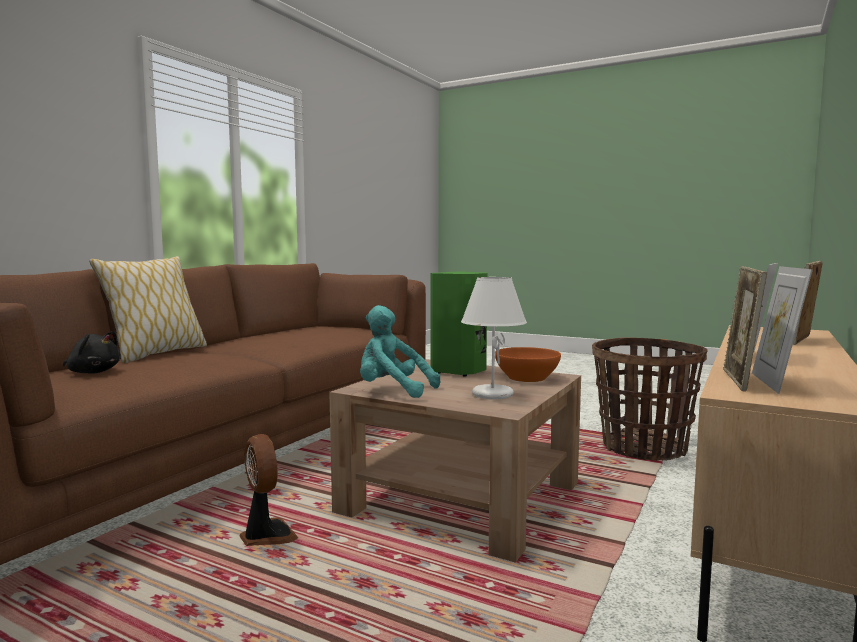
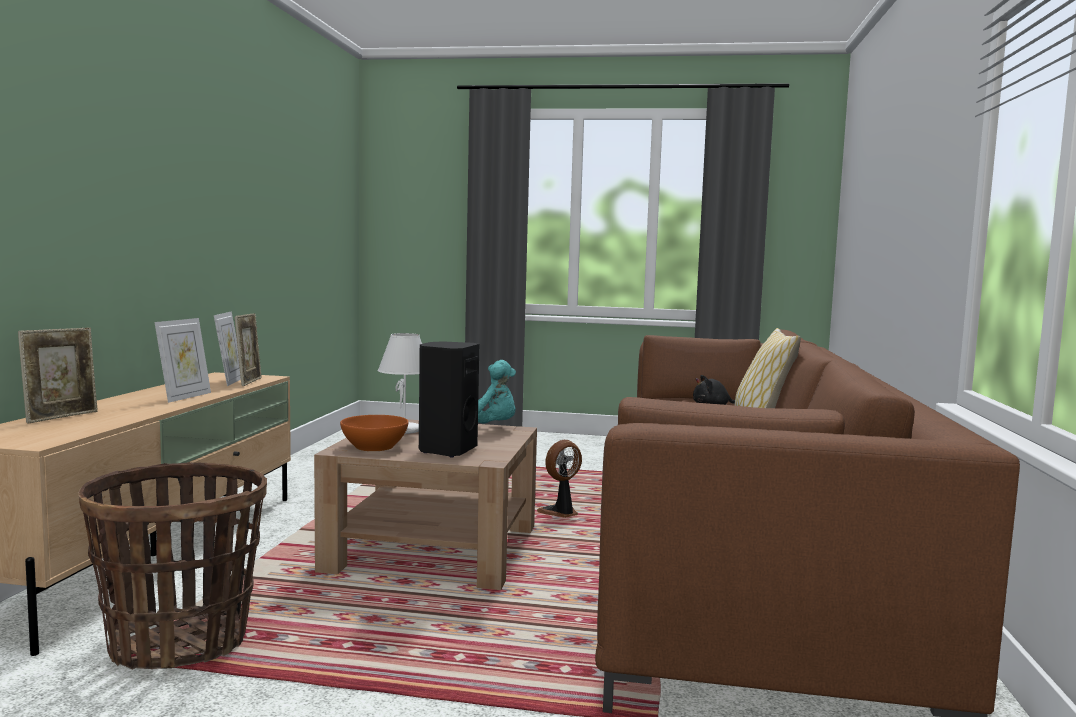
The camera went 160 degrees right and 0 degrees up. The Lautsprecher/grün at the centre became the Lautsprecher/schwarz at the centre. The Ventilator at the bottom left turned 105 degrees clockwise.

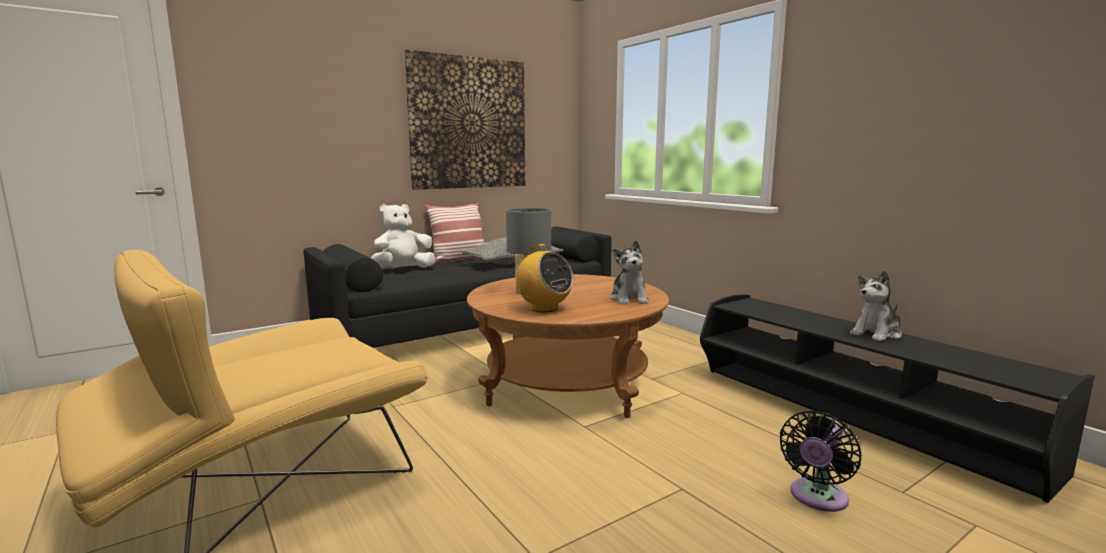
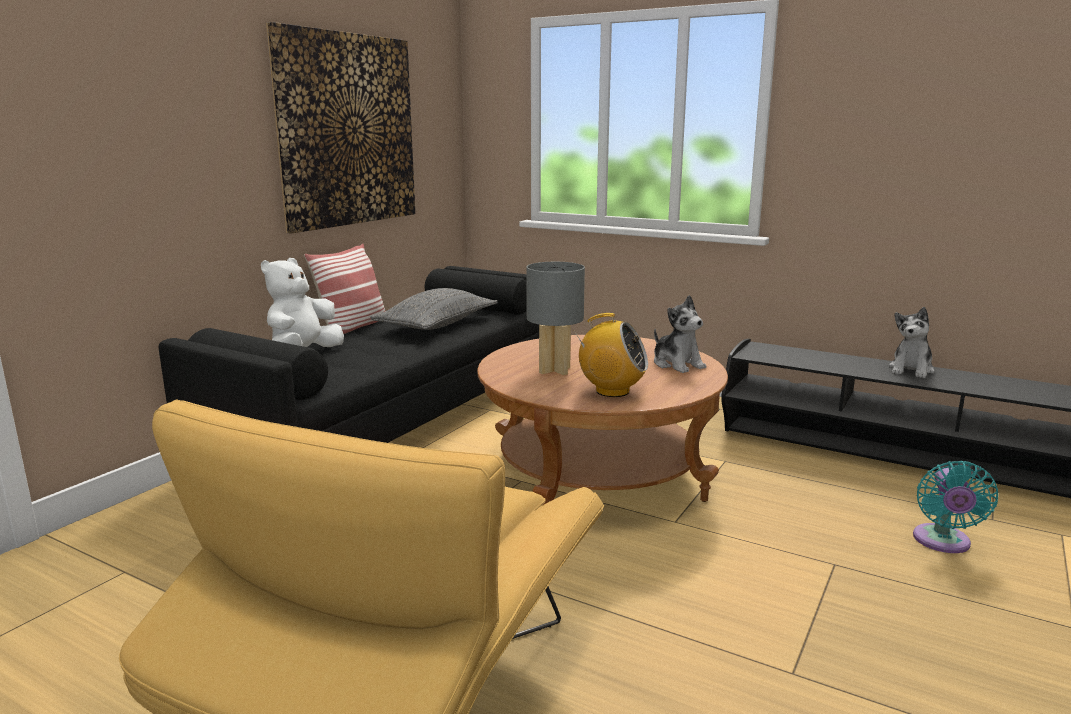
The camera went 25 degrees left and 5 degrees up. The Ventilator/schwarz at the bottom right became the Ventilator/türkis at the bottom right.

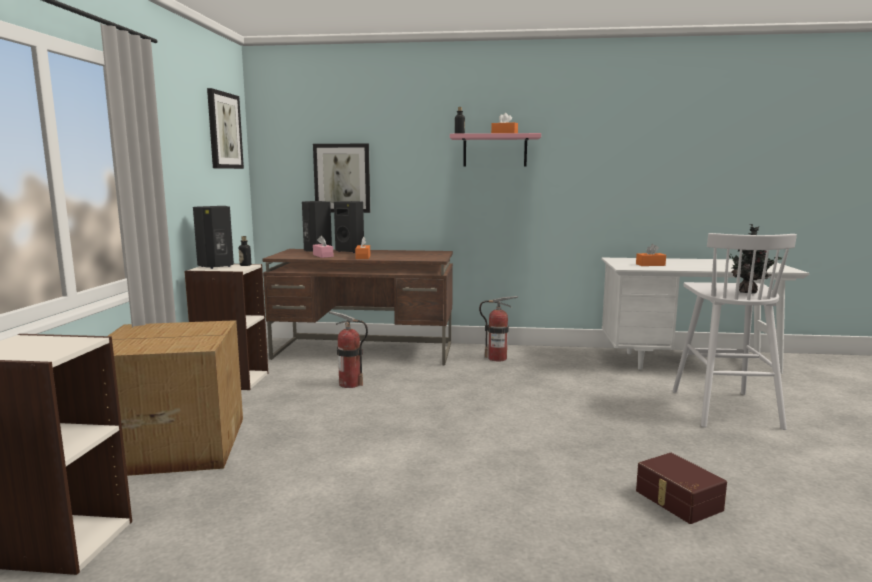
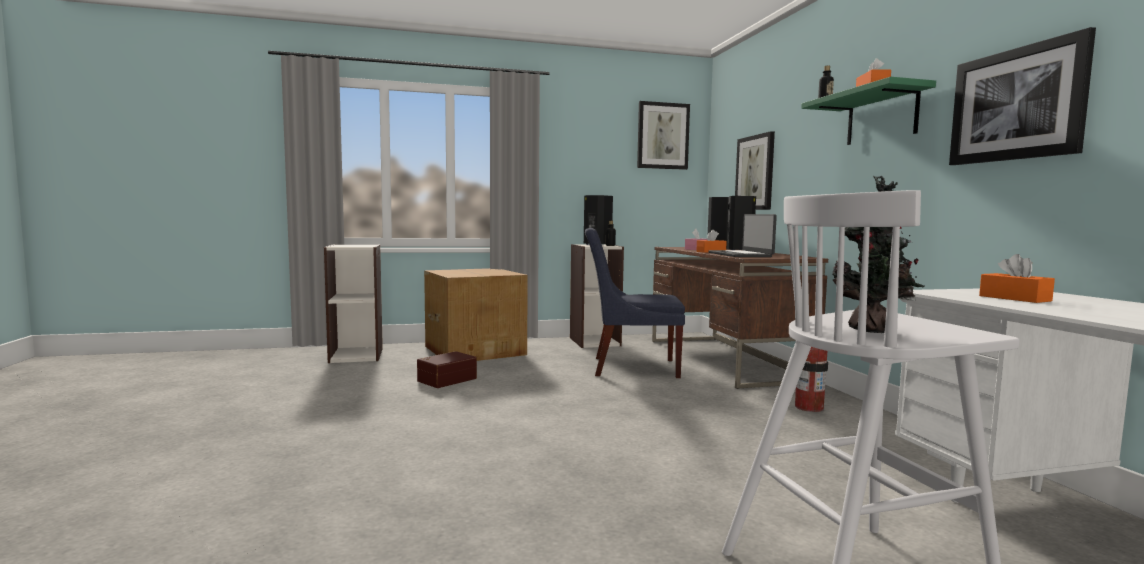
The camera went 70 degrees right and 5 degrees down. The Wandregal/rosa at the top centre became the Wandregal/grün at the top right. The Feuerlöscher (no. 1 from left) at the centre was replaced by the Stuhl/blau at the centre. The Aufbewahrungsbox/braun moved from the bottom right to the centre. The Bild (no. 3 from left) at the top right appeared. The Laptop at the centre appeared.

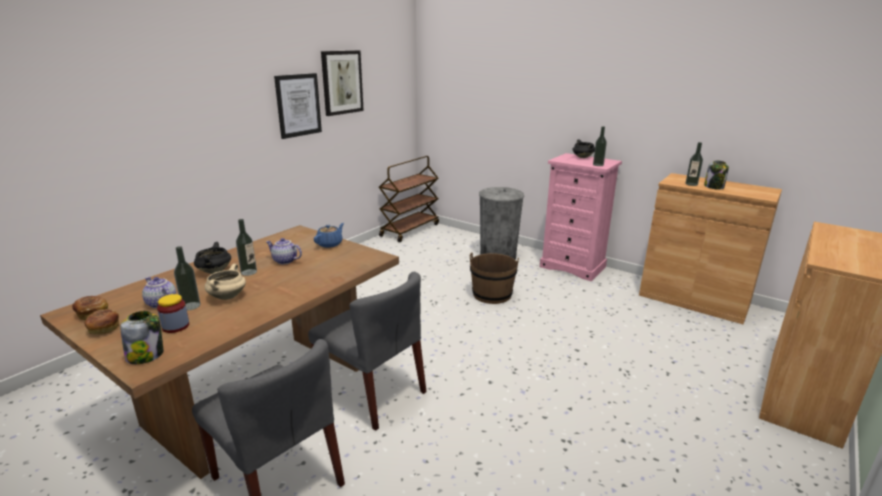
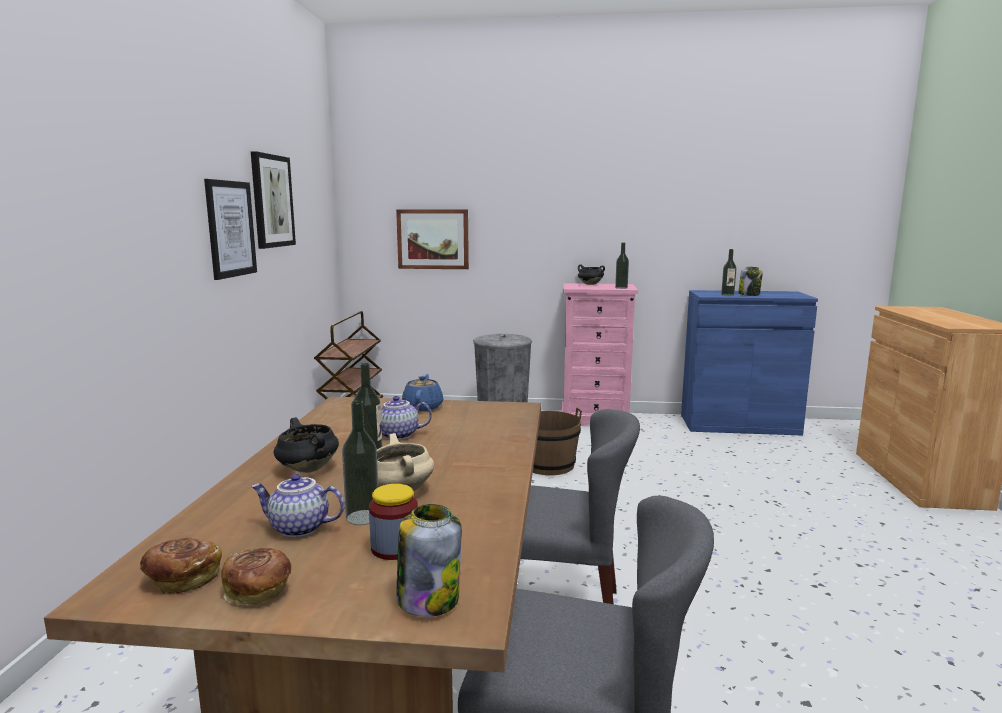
The camera went 30 degrees left and 10 degrees down. The Schrank/braun (no. 1 from left) at the middle right became the Schrank/blau at the middle right. The Bild (no. 3 from left) at the centre appeared.

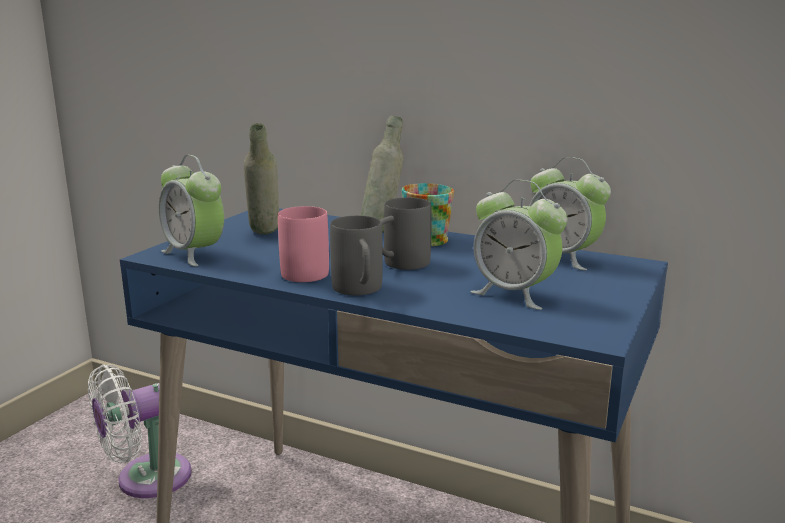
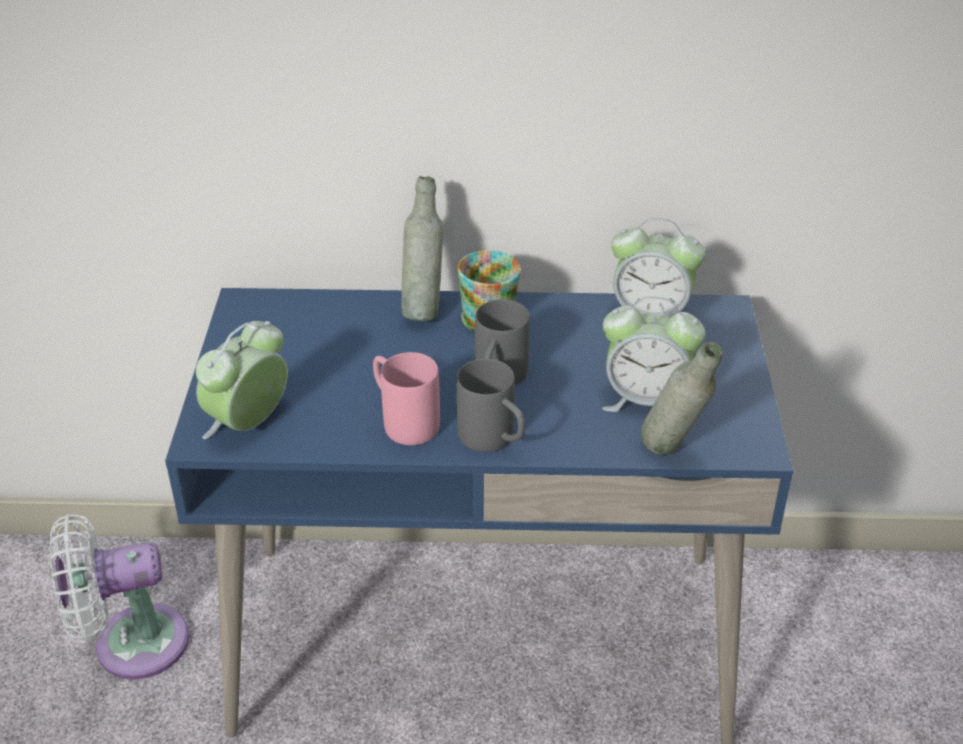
The camera went 25 degrees left and 20 degrees up. The Flasche/grau (no. 1 from left in the first image) moved from the middle left to the middle right. The Wecker (no. 1 from left) at the middle left turned 105 degrees clockwise. The Ventilator/weiß at the bottom left turned 45 degrees clockwise.

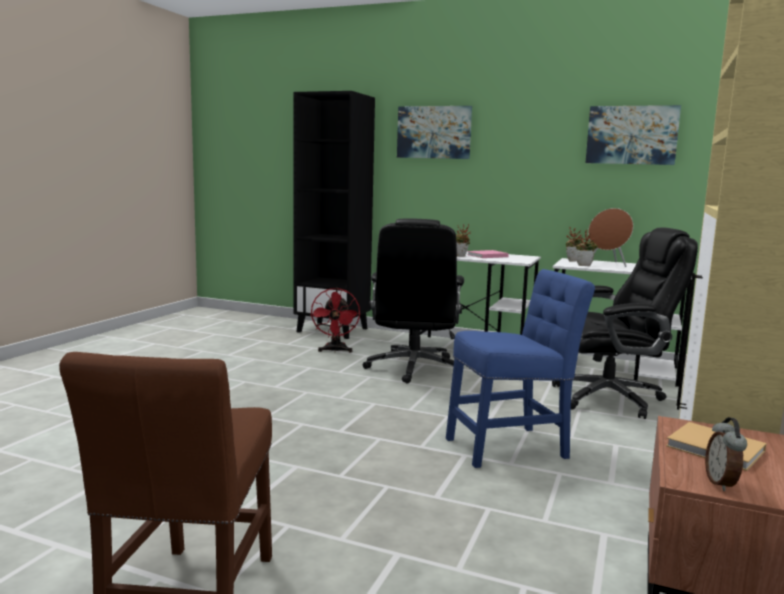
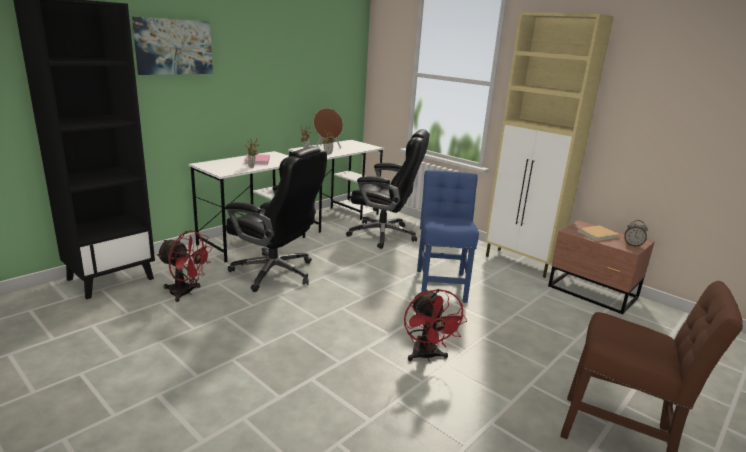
The camera went 70 degrees left and 10 degrees up. The Bild (no. 2 from left) at the top right disappeared. The Bürostuhl/schwarz (no. 2 from left) at the middle right turned 90 degrees clockwise. The Ventilator/rot (no. 2 from left) at the bottom centre appeared.

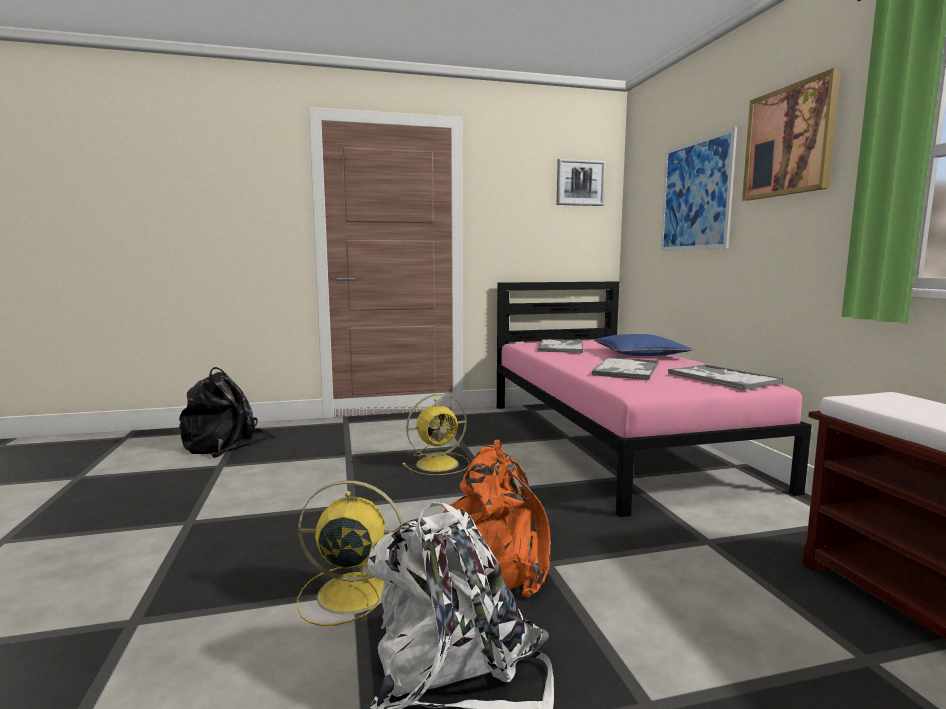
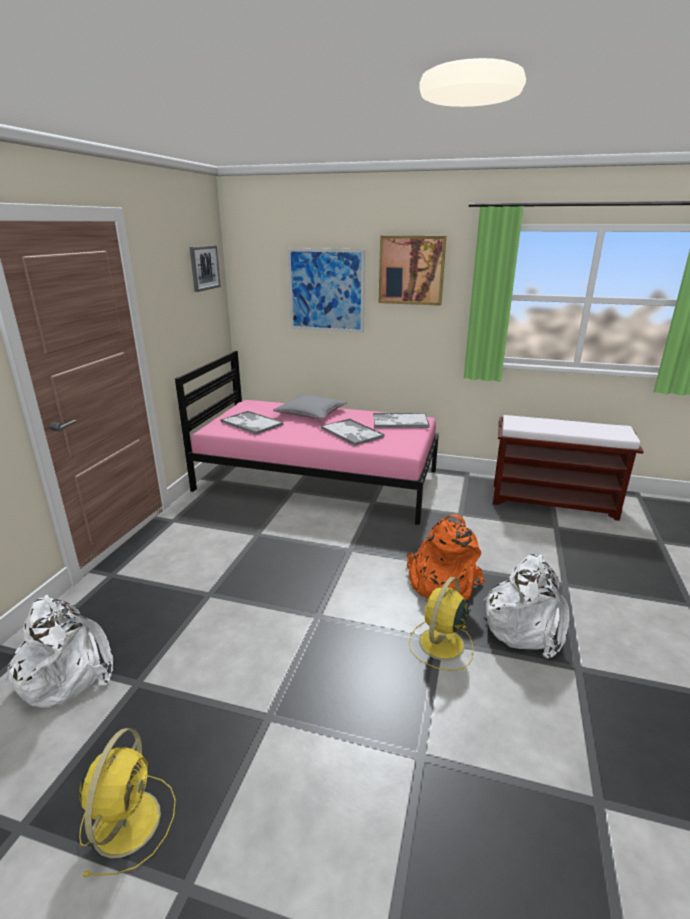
The camera went 60 degrees left and 15 degrees up. The Kissen/blau at the middle right became the Kissen/grau at the centre. The Rucksack/schwarz at the middle left became the Rucksack/weiß (no. 1 from left) at the bottom left. The Ventilator/gelb (no. 2 from left in the first image) moved from the centre to the bottom left.

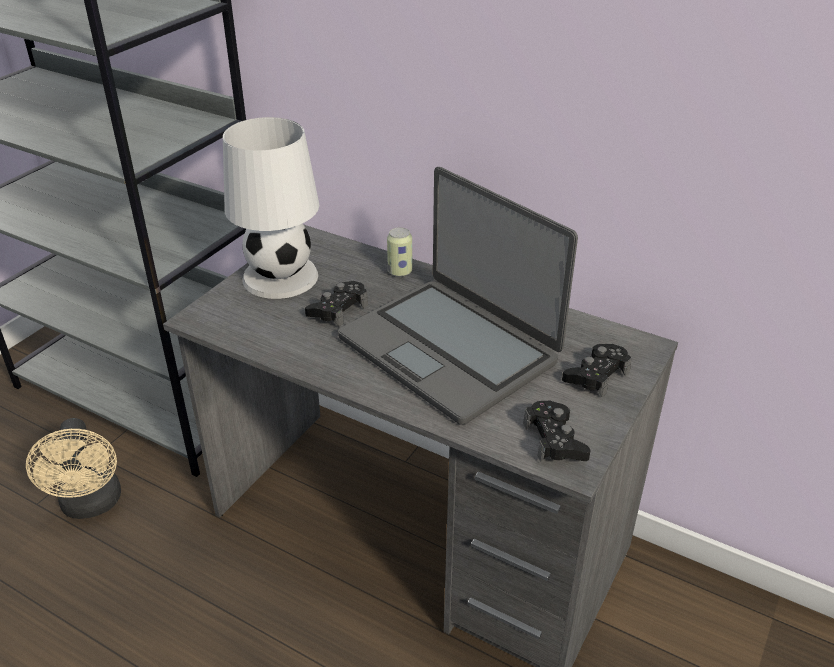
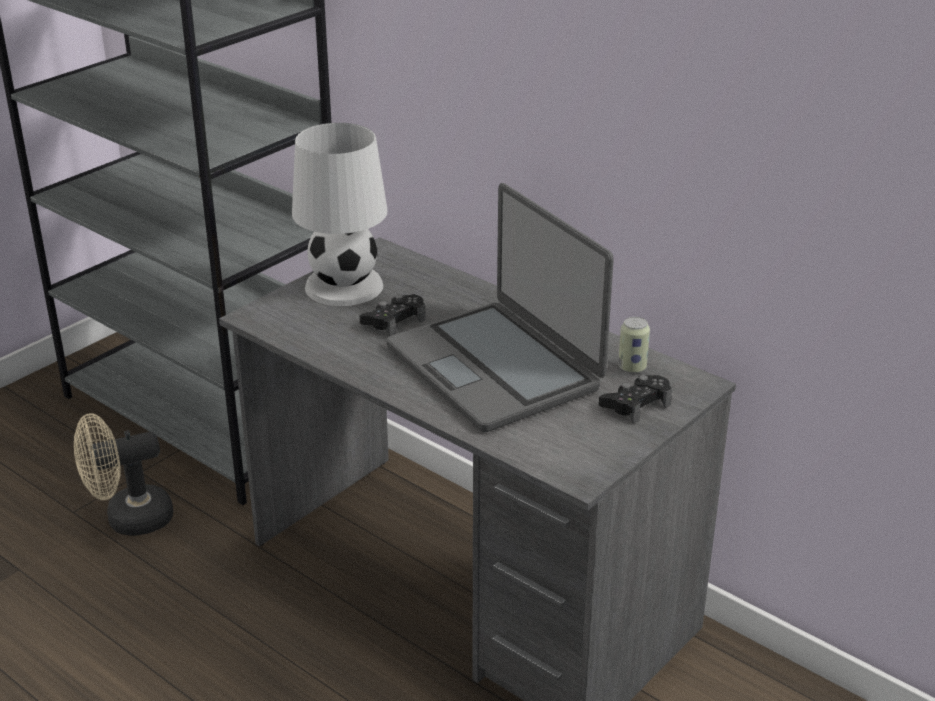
The camera went 10 degrees right and 5 degrees down. The Dose moved from the centre to the middle right. The Gamepad/schwarz (no. 2 from left) at the middle right disappeared. The Ventilator/beige at the bottom left turned 75 degrees clockwise.

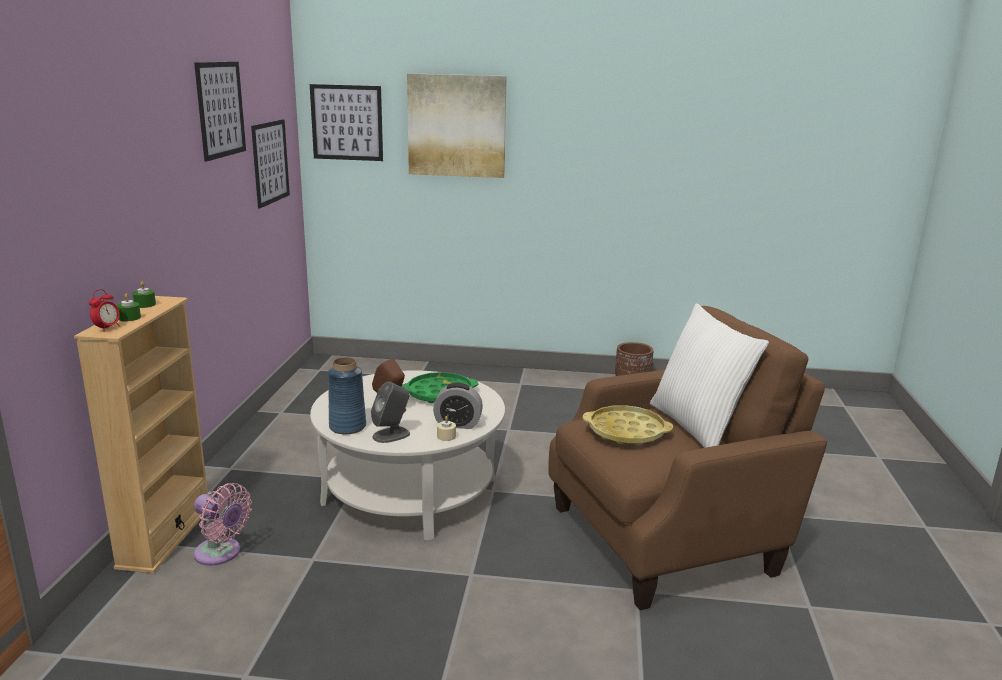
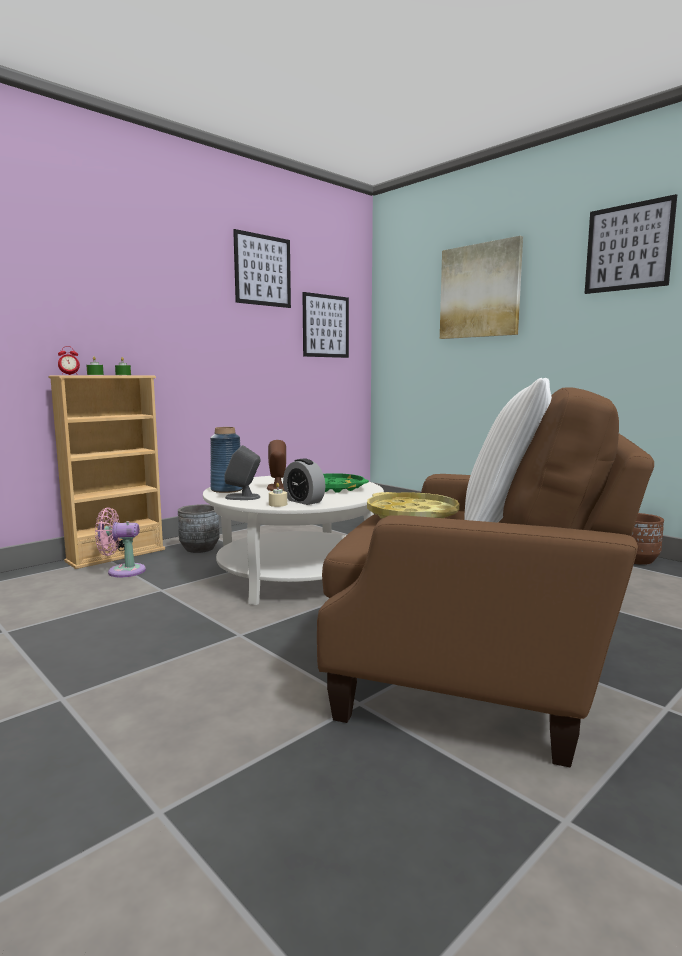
The camera went 40 degrees right and 10 degrees down. The Bild (no. 3 from left in the first image) moved from the top centre to the top right. The Ventilator/rosa at the bottom left turned 105 degrees clockwise. The Pflanzkübel/grau at the middle left appeared.

